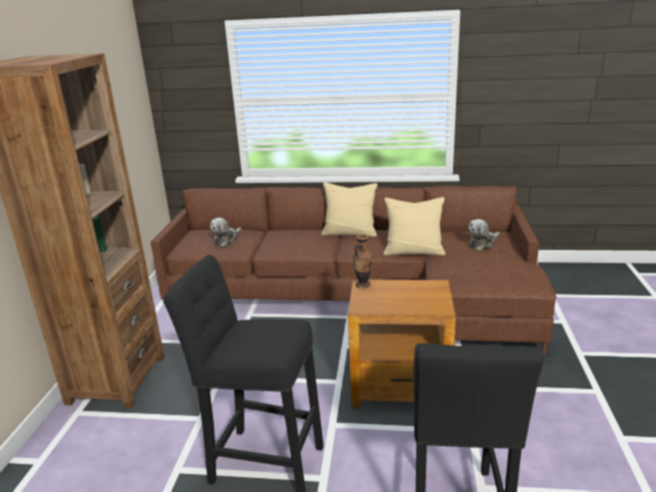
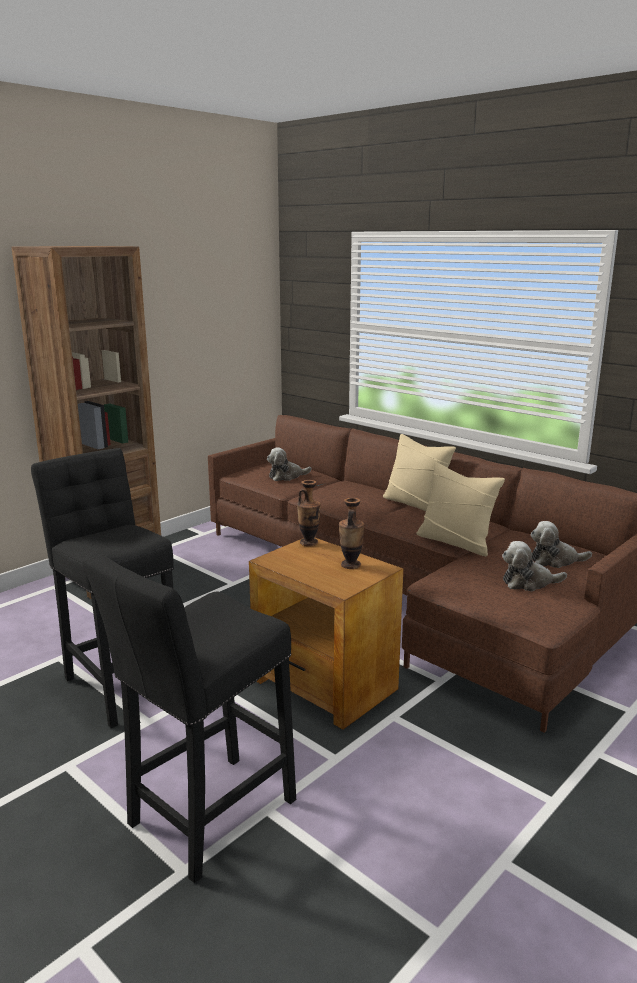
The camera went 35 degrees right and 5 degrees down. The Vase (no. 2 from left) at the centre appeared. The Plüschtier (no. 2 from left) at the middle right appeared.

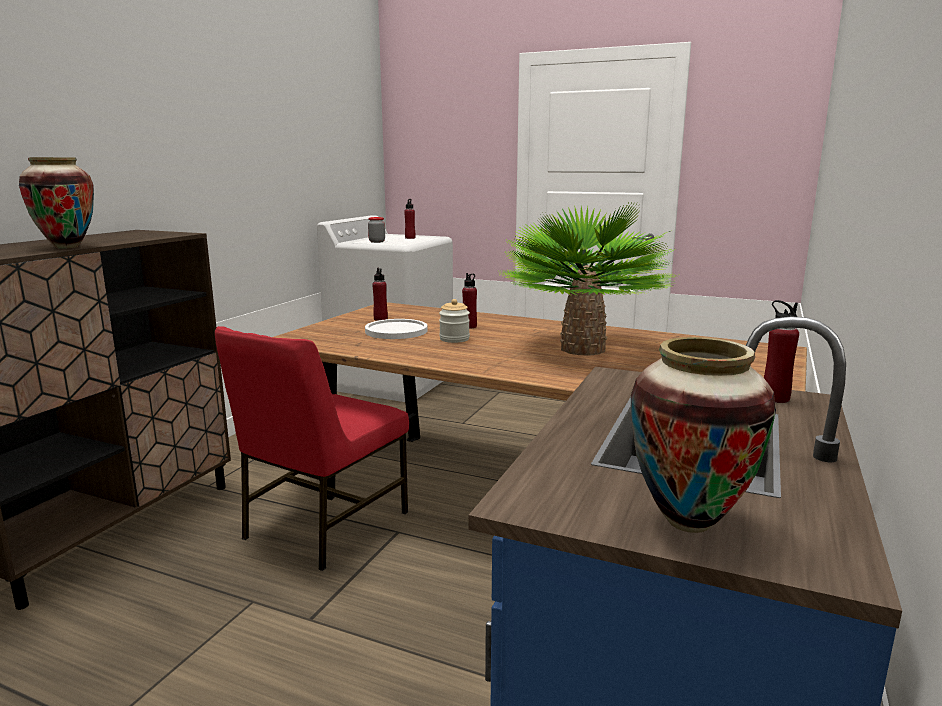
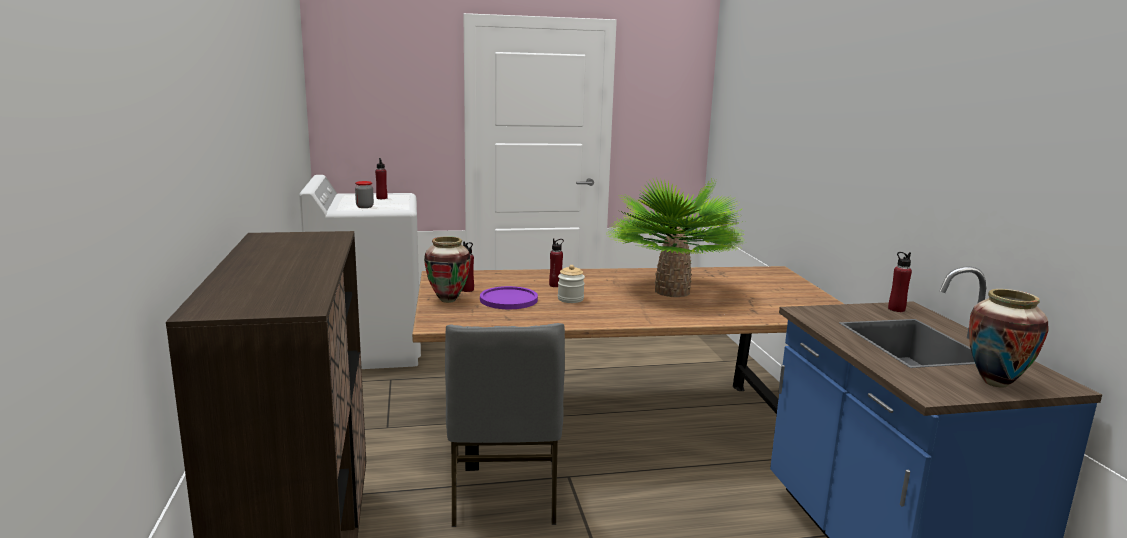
The camera went 35 degrees left and 0 degrees up. The Vase (no. 1 from left) moved from the top left to the centre. The Teller/weiß at the centre became the Teller/lila at the centre. The Stuhl/rot at the middle left became the Stuhl/grau at the bottom centre.

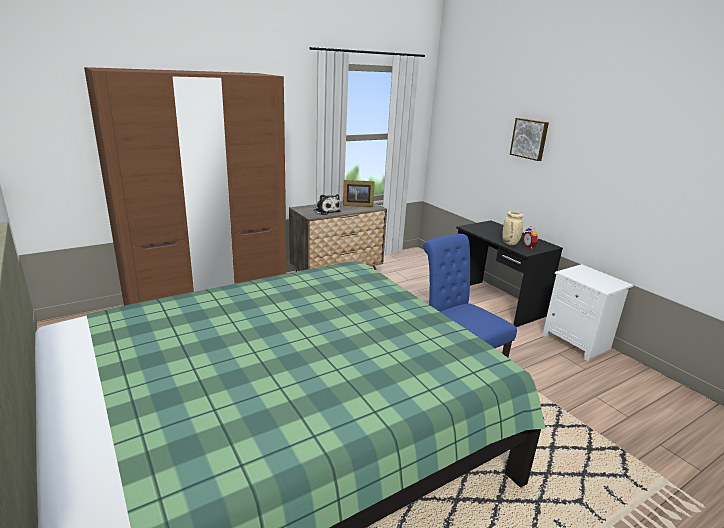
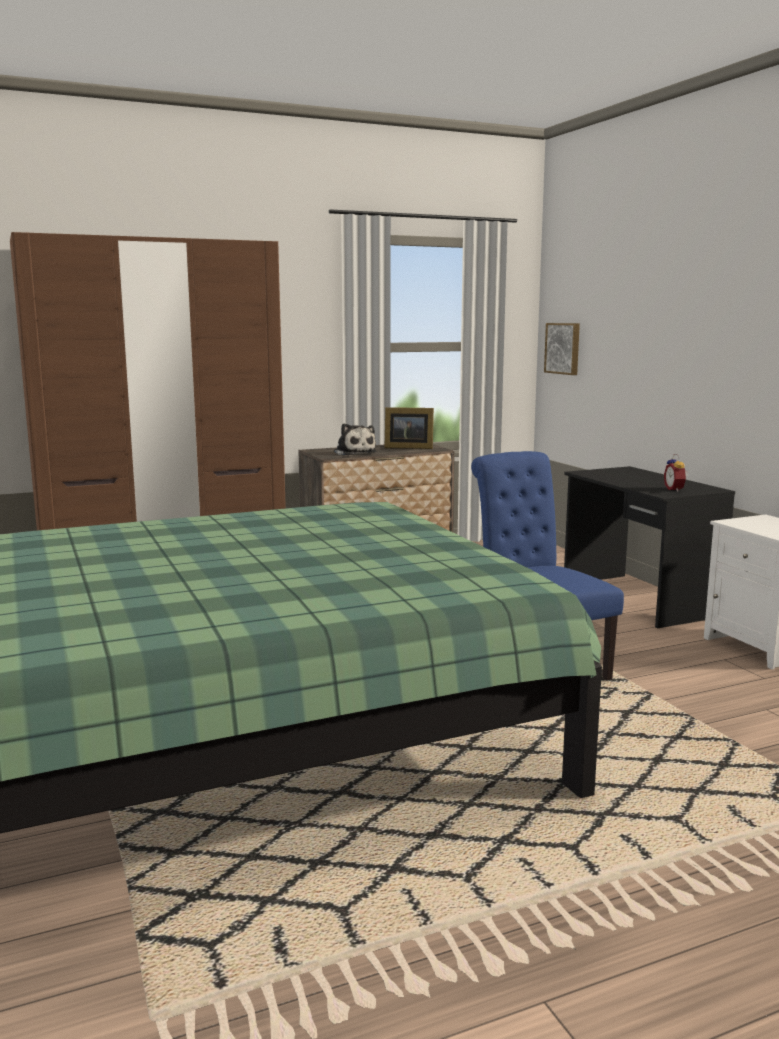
The camera went 10 degrees right and 10 degrees down. The Bild moved from the top right to the middle right. The Vase/beige at the middle right disappeared.

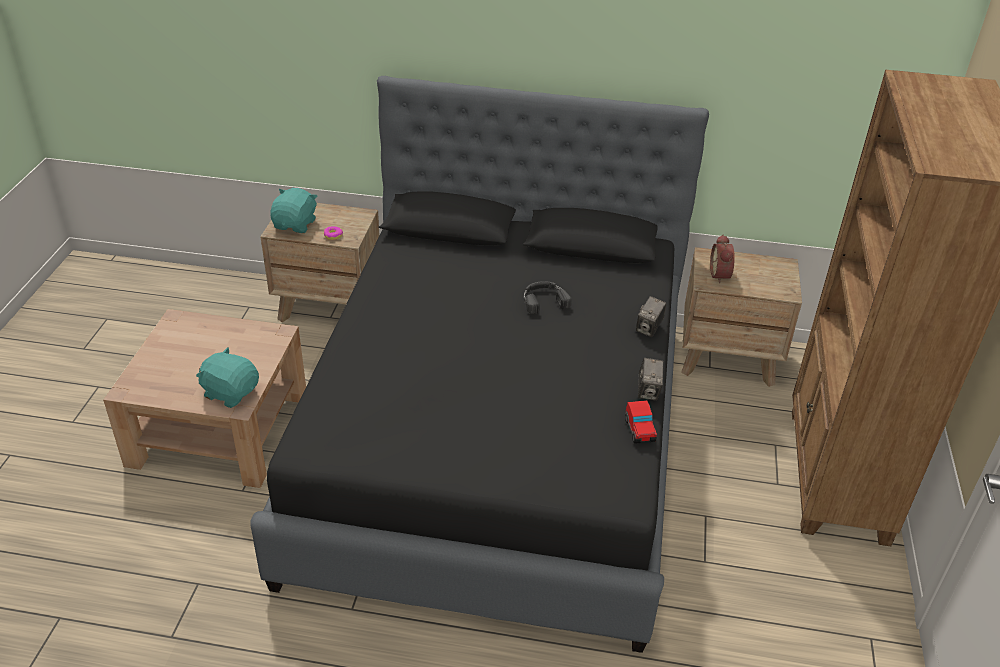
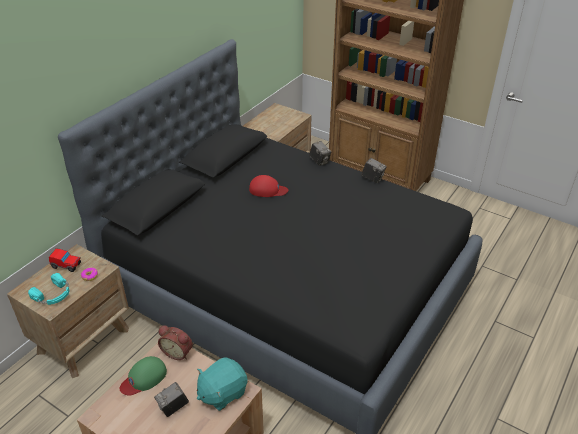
The camera went 65 degrees left and 0 degrees up. The Plüschtier/türkis (no. 2 from left) at the top left was replaced by the Kopfhörer/türkis at the middle left. The Wecker moved from the middle right to the bottom left. The Kopfhörer/schwarz at the centre was replaced by the Kappe/rot at the centre. The Spielzeugauto moved from the centre to the middle left. The Kappe/grün at the bottom left appeared. The Kamera (no. 1 from left) at the bottom left appeared.

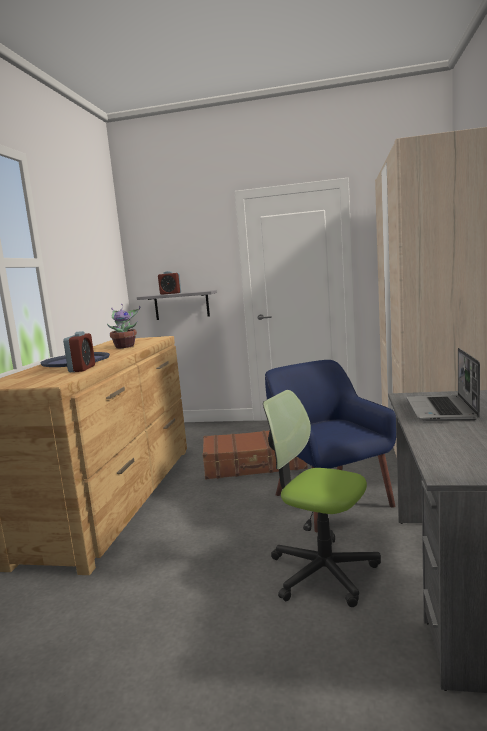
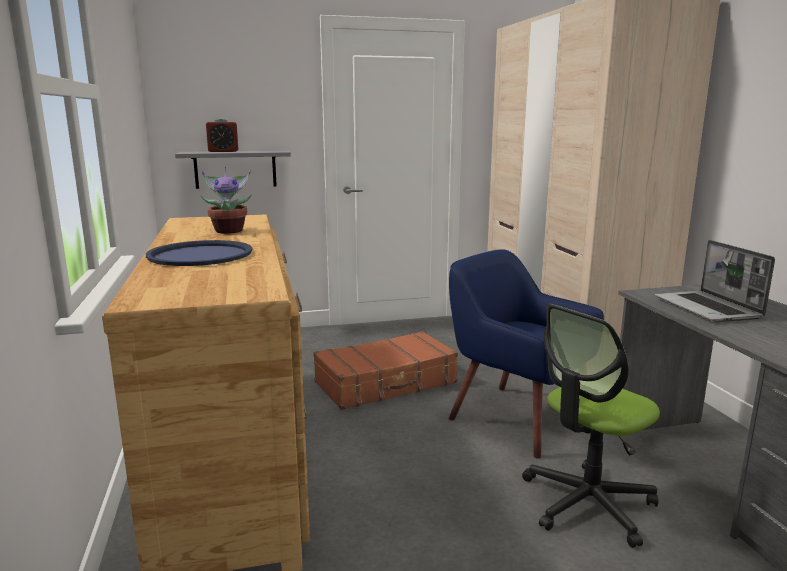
The camera went 25 degrees left and 5 degrees up. The Wecker (no. 1 from left) at the middle left disappeared. The Bürostuhl at the bottom centre turned 45 degrees counterclockwise.

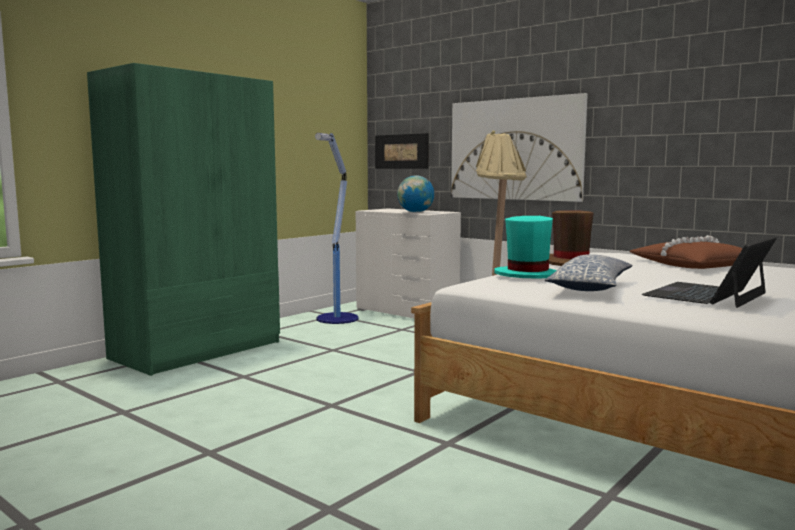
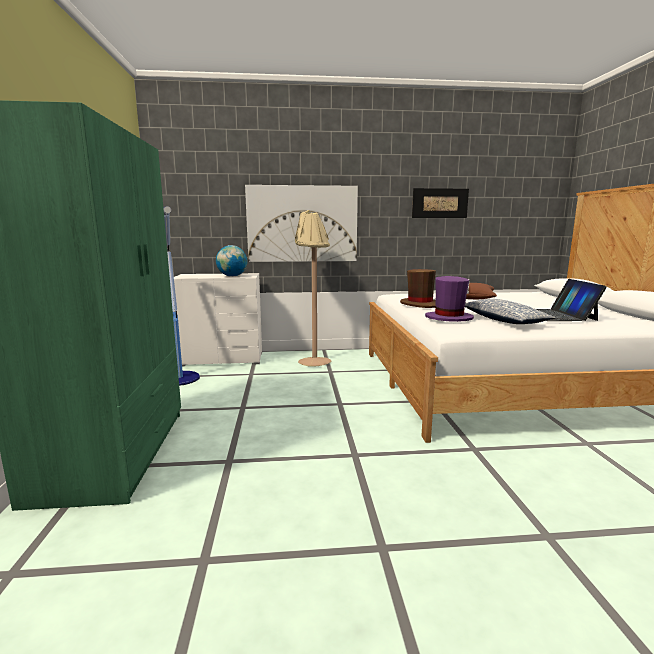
The camera went 45 degrees left and 5 degrees up. The Bild (no. 1 from left in the first image) moved from the top centre to the top right. The Hut/türkis at the centre became the Hut/lila at the middle right.

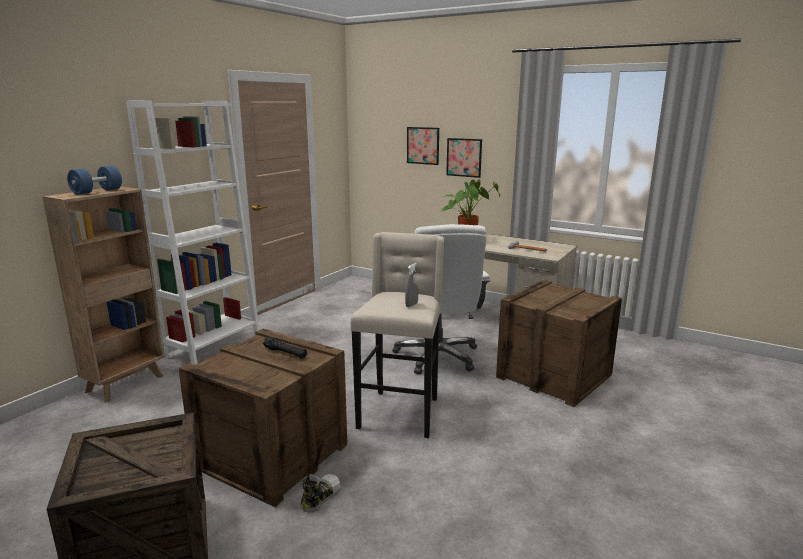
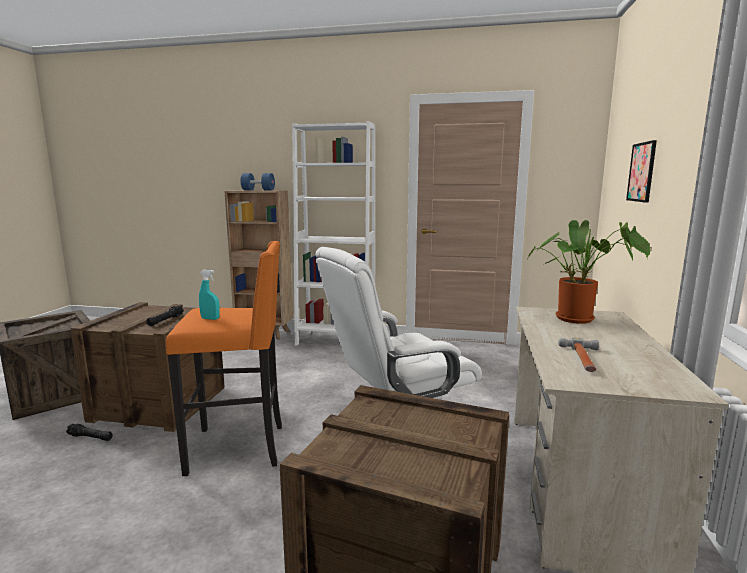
The camera went 70 degrees right and 5 degrees down. The Bild (no. 2 from left) at the top centre disappeared. The Hocker/beige at the centre became the Hocker/orange at the middle left. The Sprühflasche/grau at the centre became the Sprühflasche/türkis at the middle left. The Schuh at the bottom centre was replaced by the Taschenlampe/schwarz (no. 1 from left) at the bottom left.

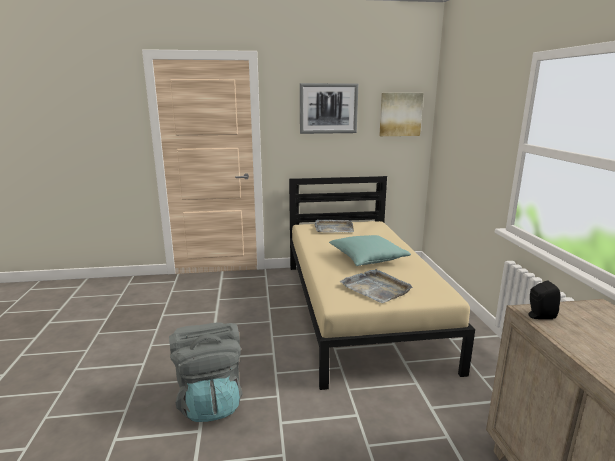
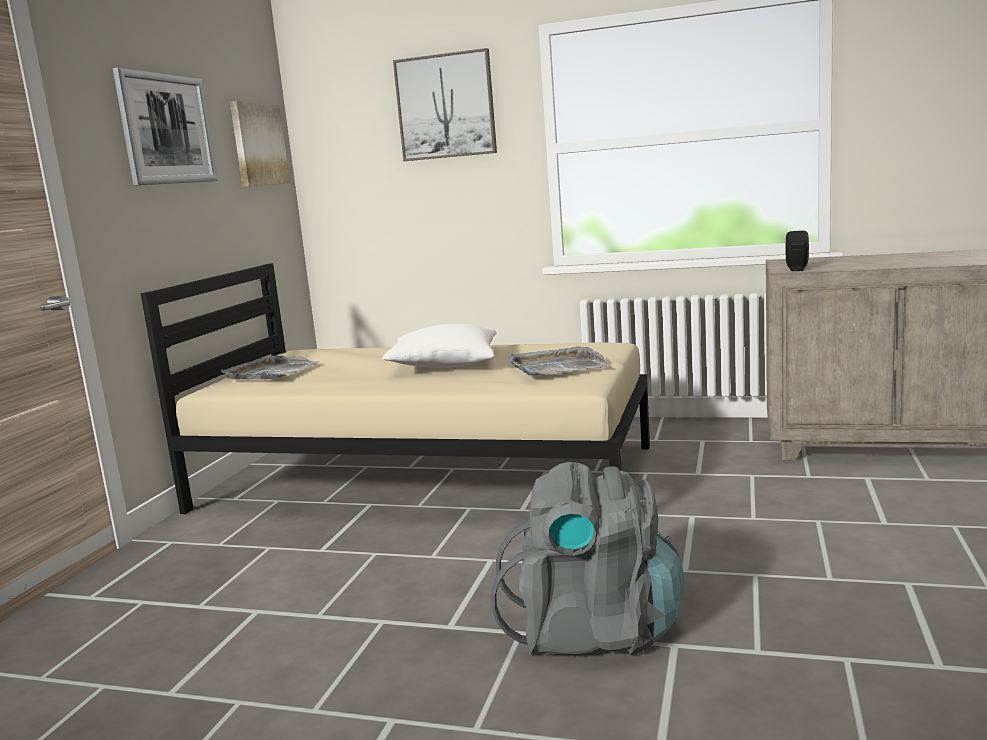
The camera went 65 degrees left and 5 degrees down. The Kissen/türkis at the centre became the Kissen/weiß at the centre. The Bild (no. 3 from left) at the top centre appeared.

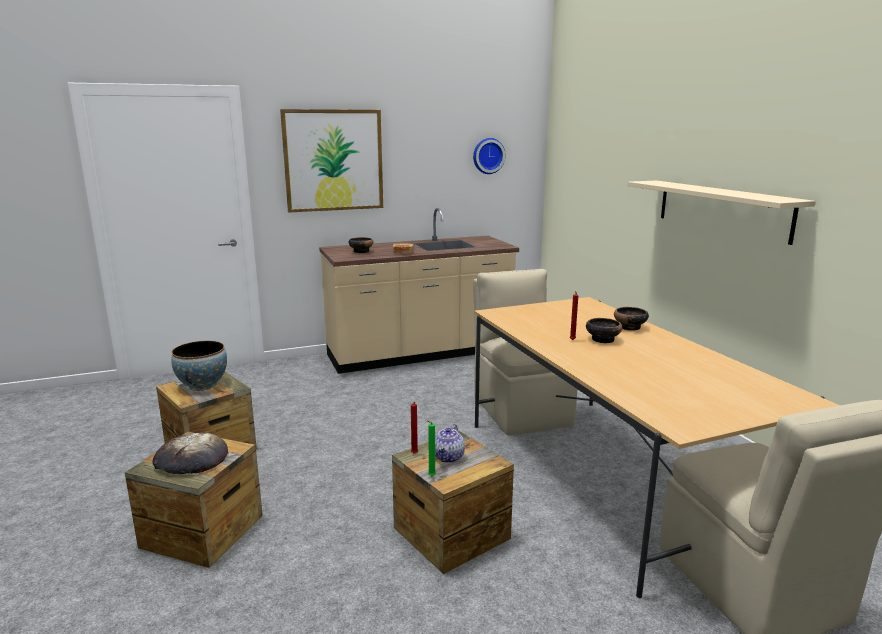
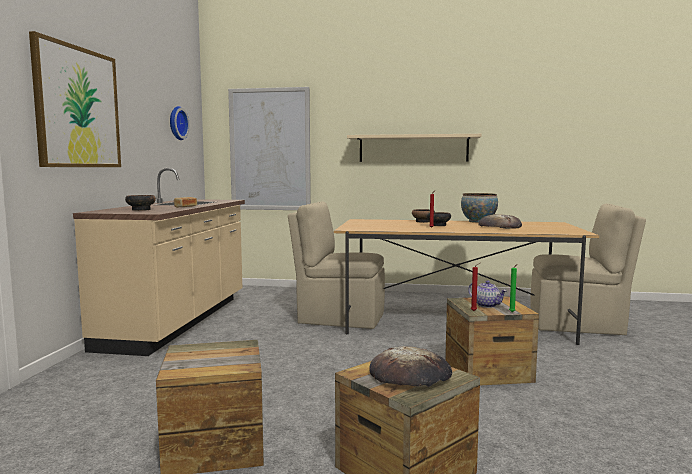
The camera went 60 degrees left and 10 degrees down. The Schüssel (no. 1 from left in the first image) moved from the middle left to the middle right. The Bild (no. 2 from left) at the top centre appeared. The Brot (no. 3 from left) at the middle right appeared.

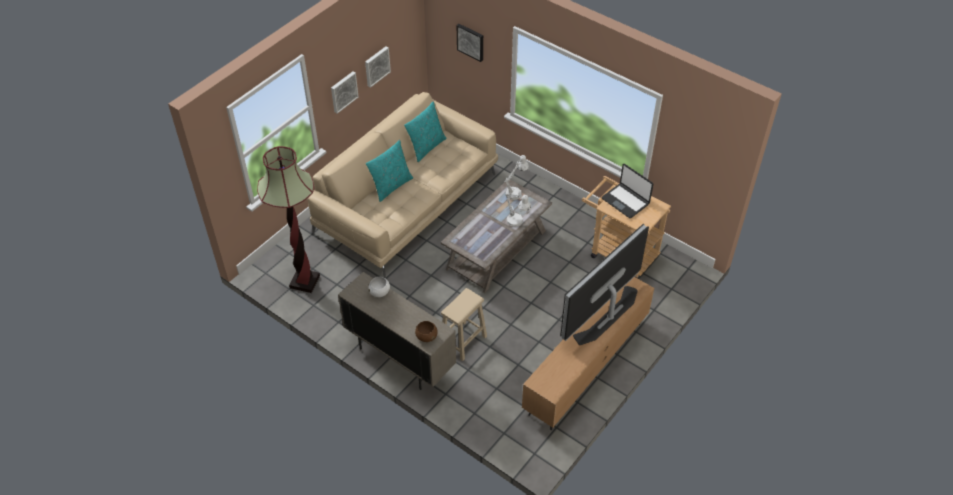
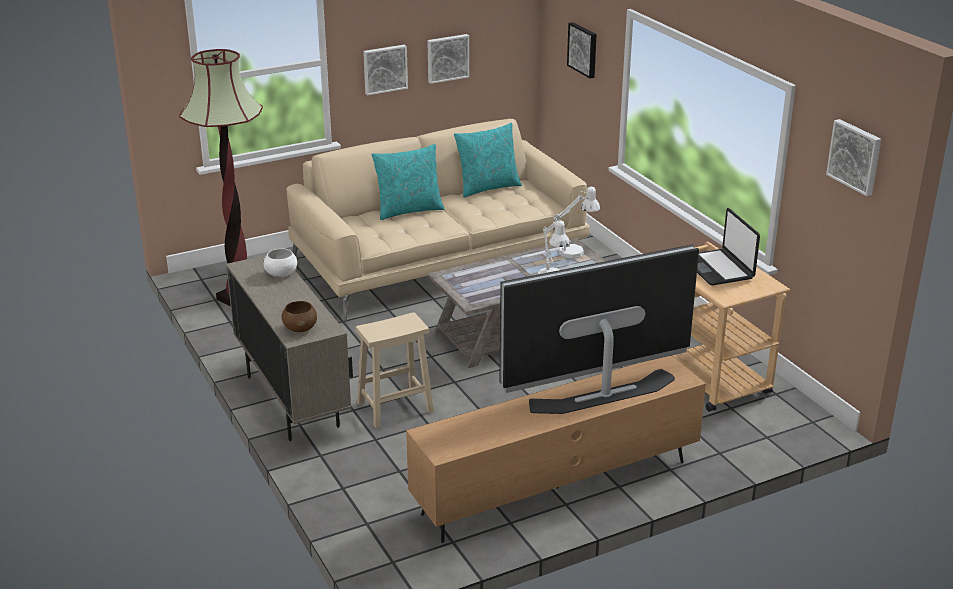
The camera went 25 degrees right and 20 degrees down. The Bild (no. 4 from left) at the top right appeared.

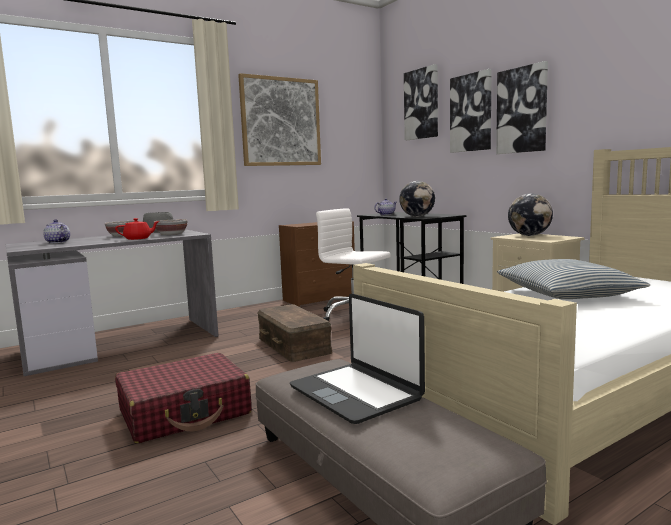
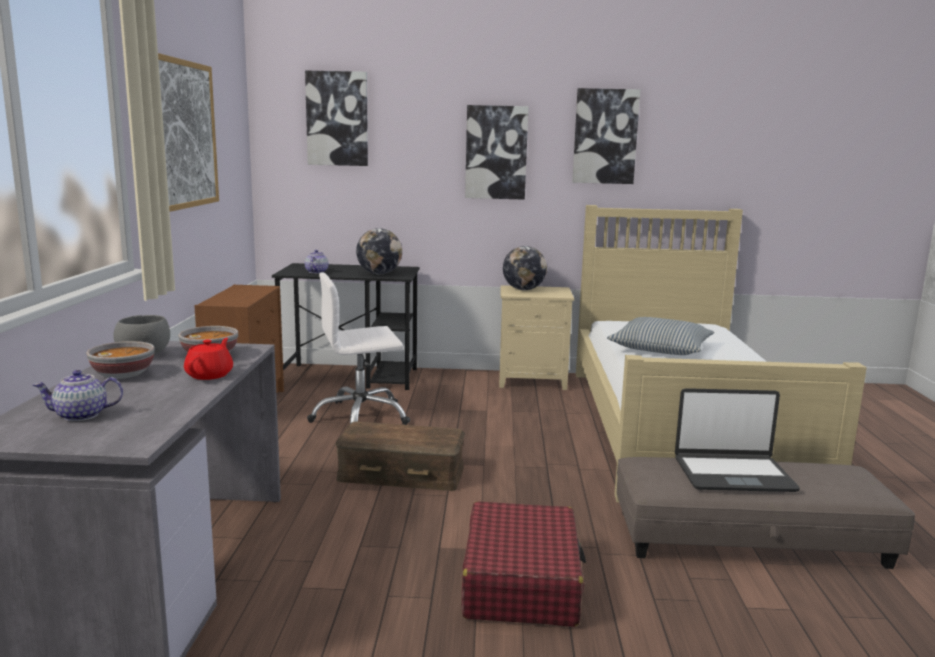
The camera went 55 degrees left and 5 degrees up. The Bild (no. 3 from left in the first image) moved from the top right to the top centre.

